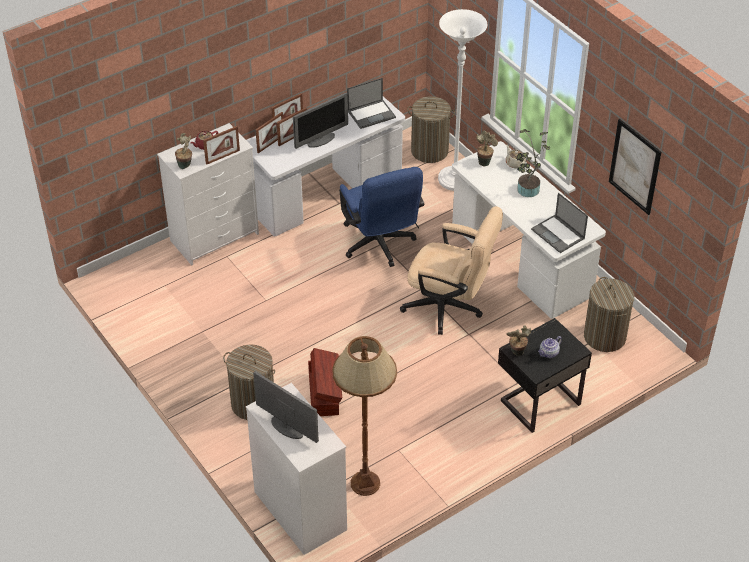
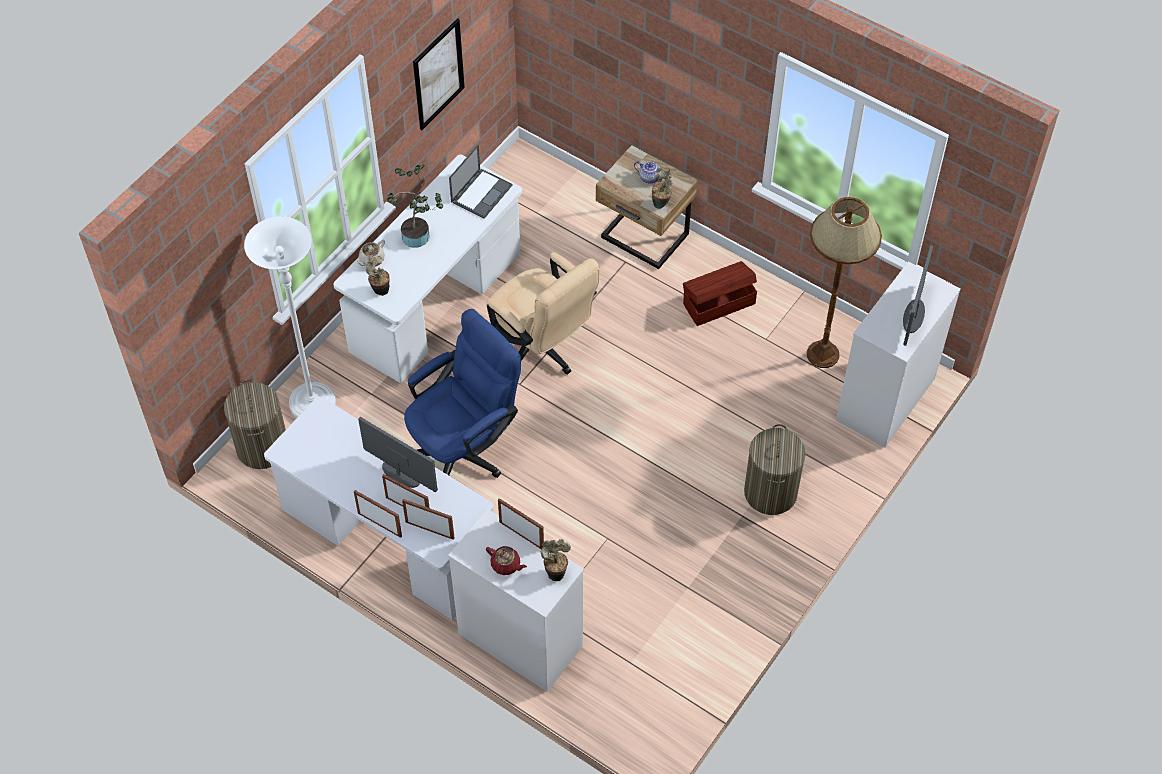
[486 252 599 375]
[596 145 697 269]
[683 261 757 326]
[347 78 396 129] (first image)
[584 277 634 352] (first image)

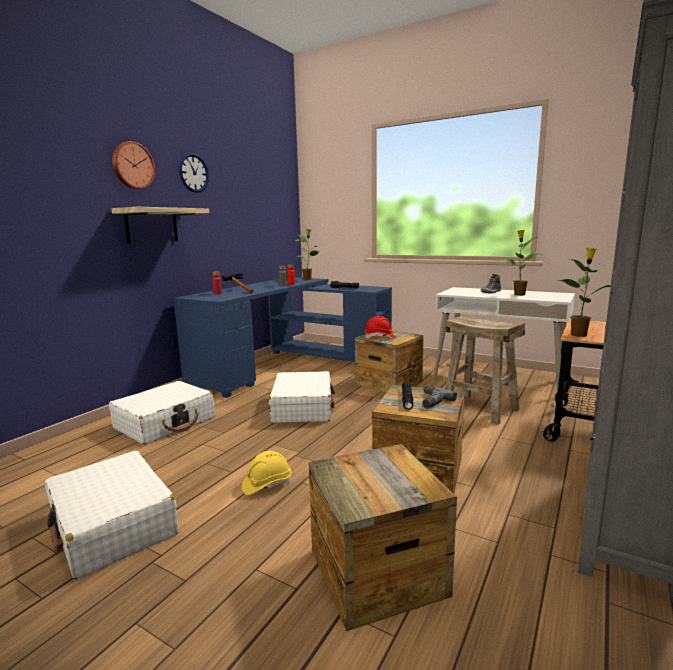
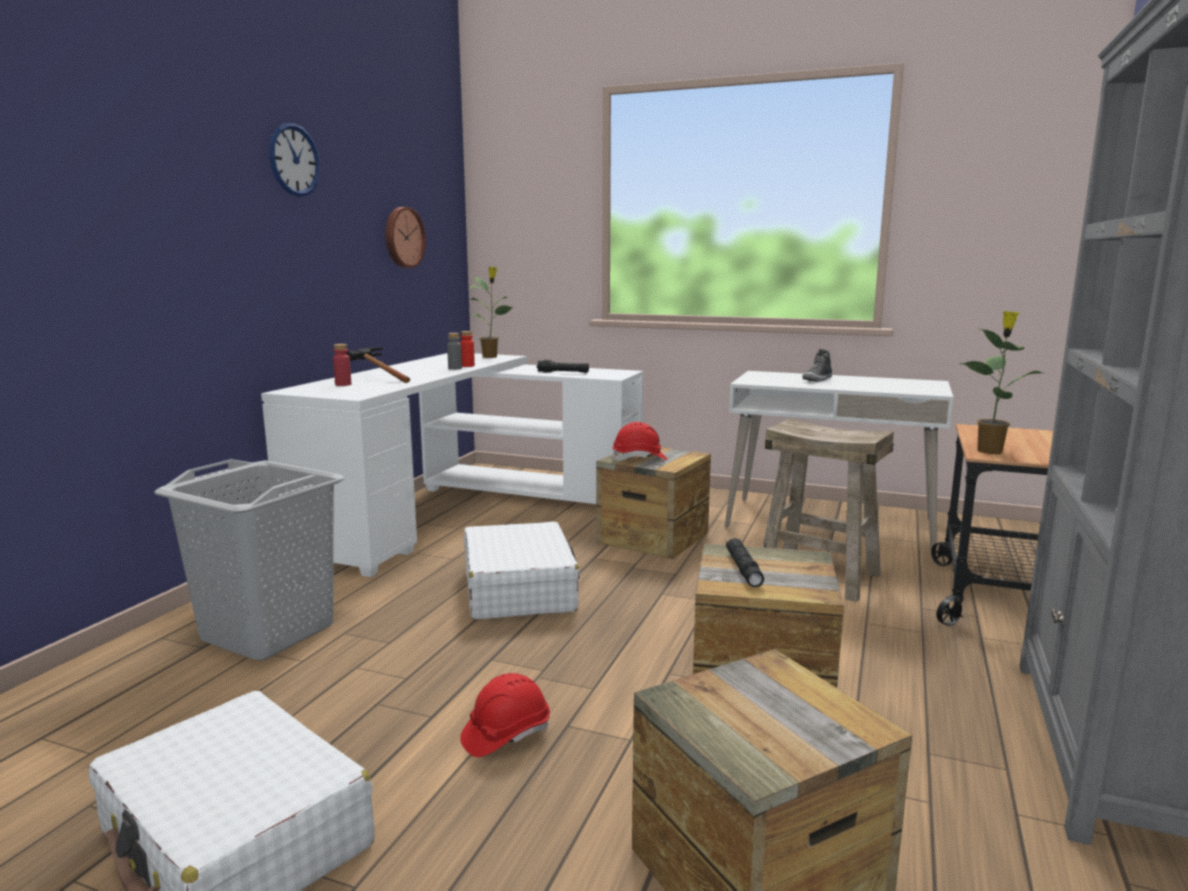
[154 459 345 661]
[261 353 644 577]
[386 207 426 268]
[460 673 550 757]
[111 207 209 244] (first image)
[422 386 457 409] (first image)
[499 230 543 296] (first image)

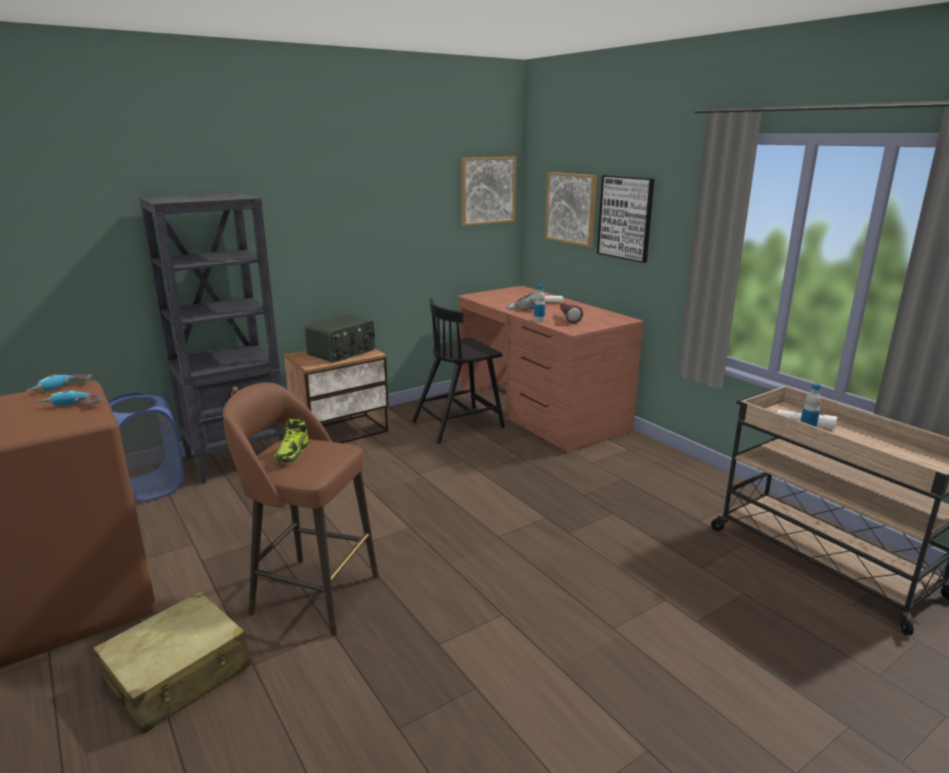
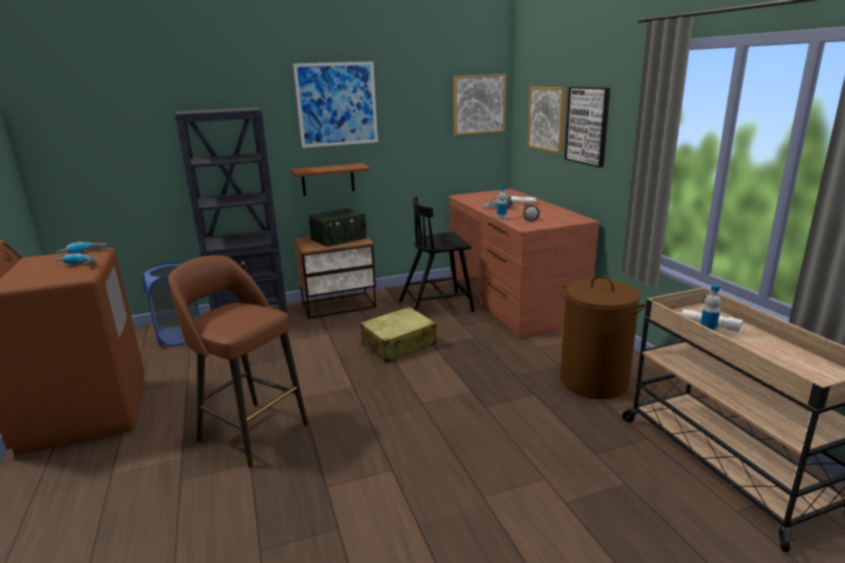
[290 163 370 196]
[293 61 378 148]
[360 307 437 363]
[560 275 646 399]
[274 419 309 464] (first image)

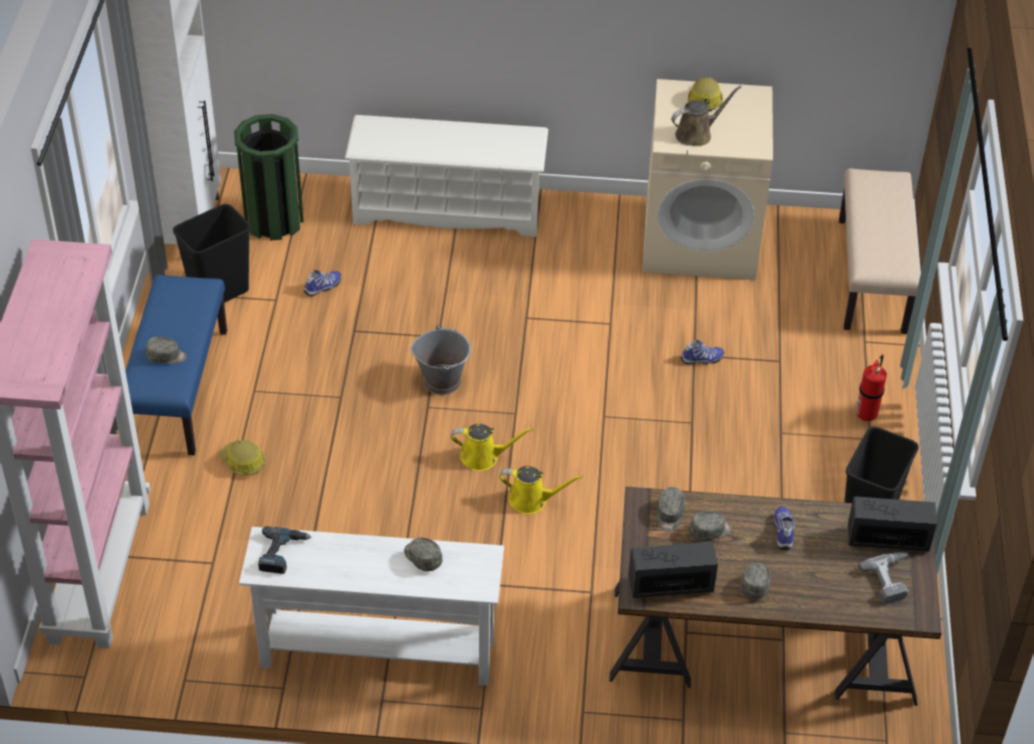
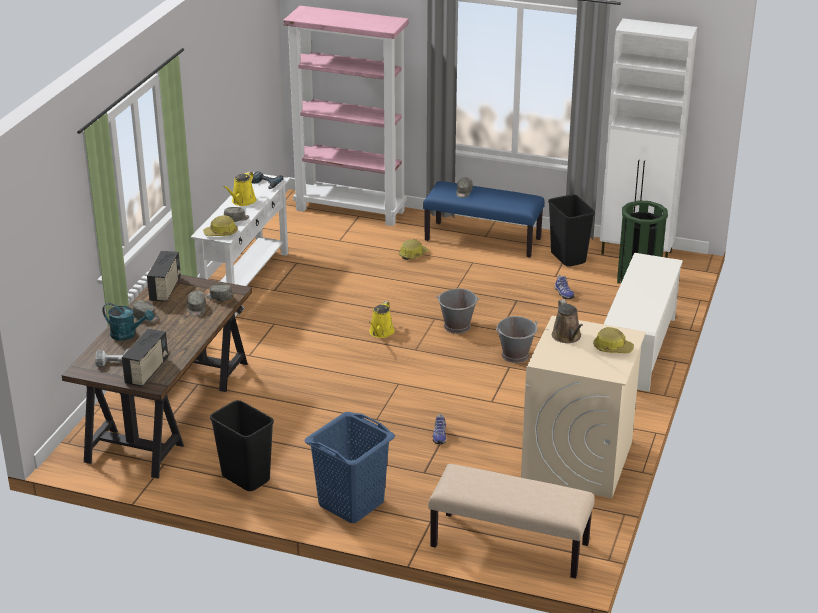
[102 303 154 341]
[203 215 238 236]
[223 172 256 206]
[304 412 395 523]
[496 316 538 363]
[774 506 795 550] (first image)

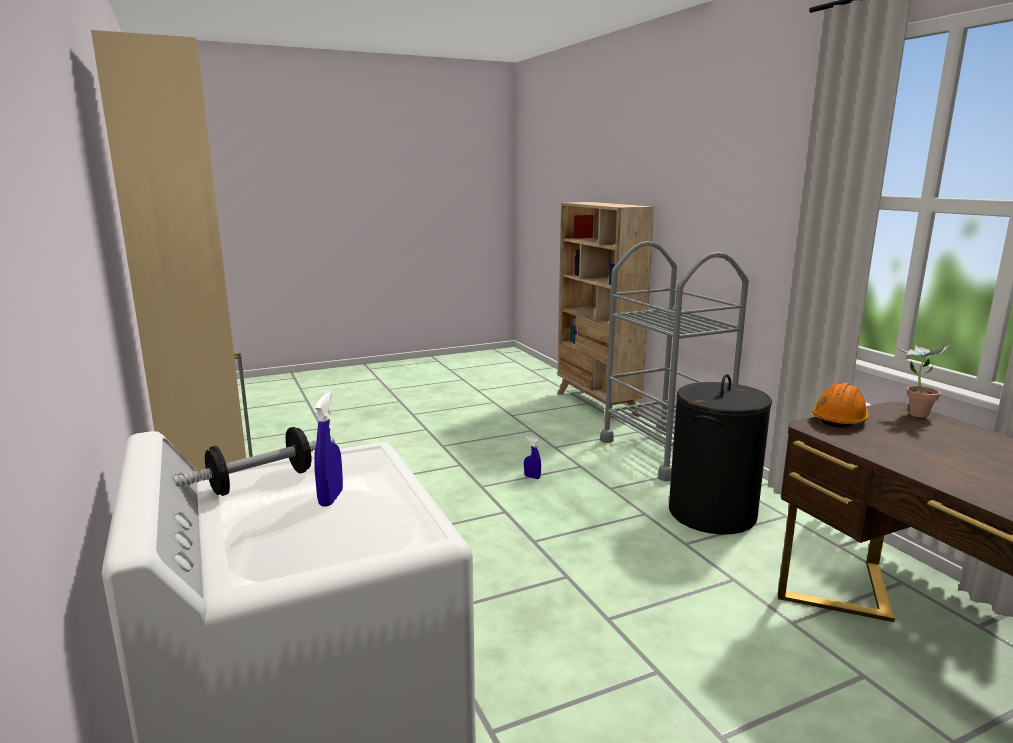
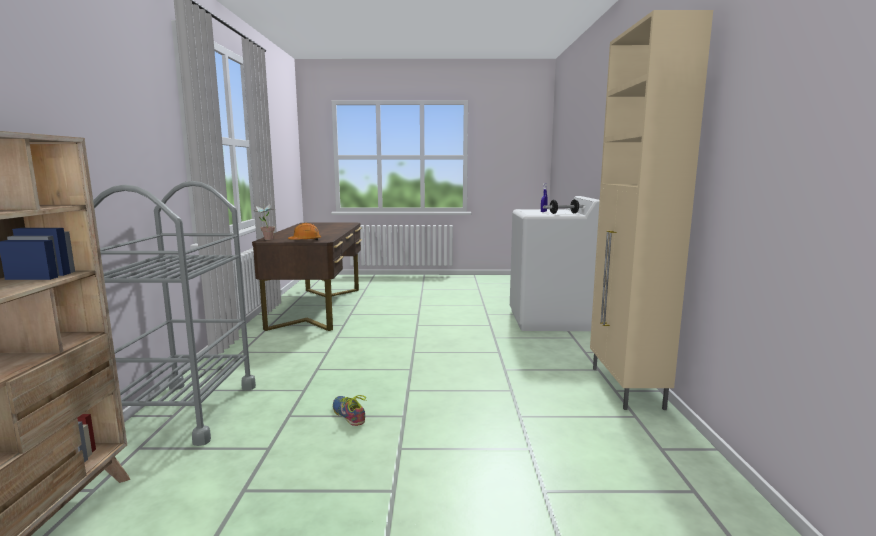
[333 395 366 426]
[669 374 772 535] (first image)

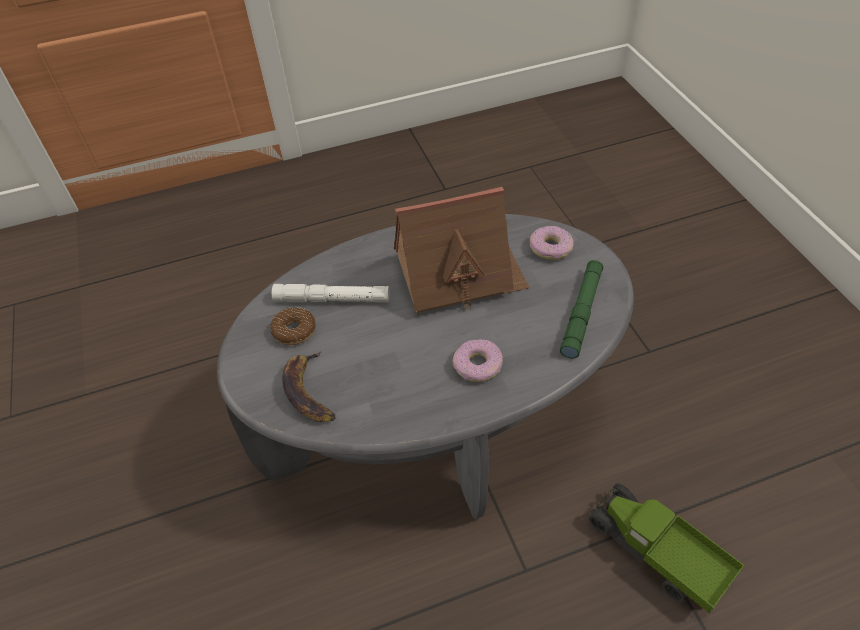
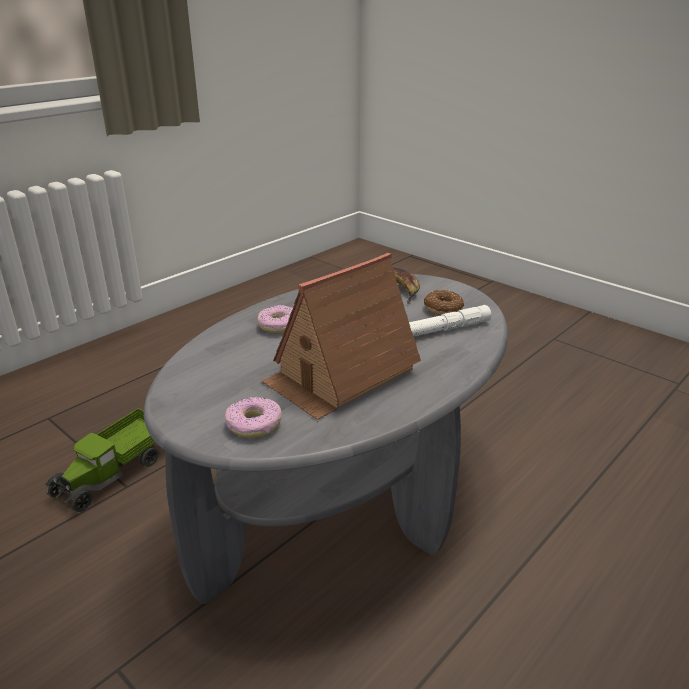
[46 408 159 512]
[560 260 603 359] (first image)

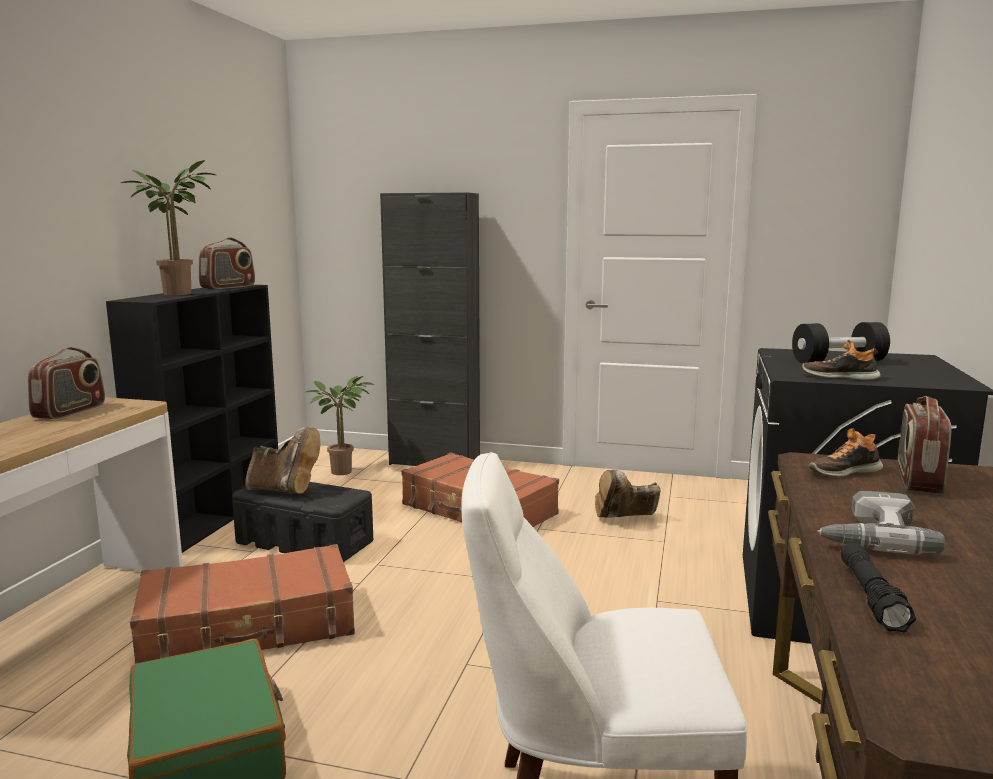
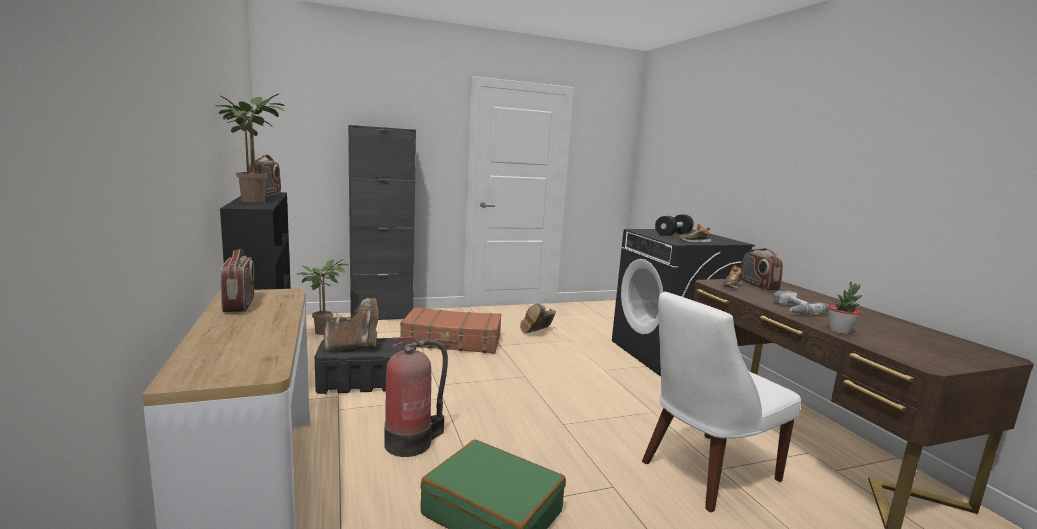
[384 336 448 457]
[829 282 863 334]

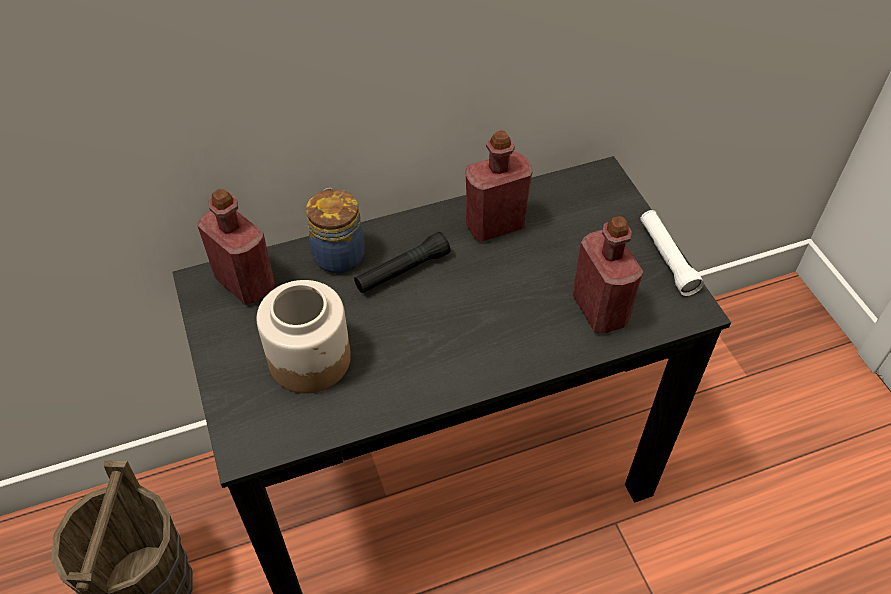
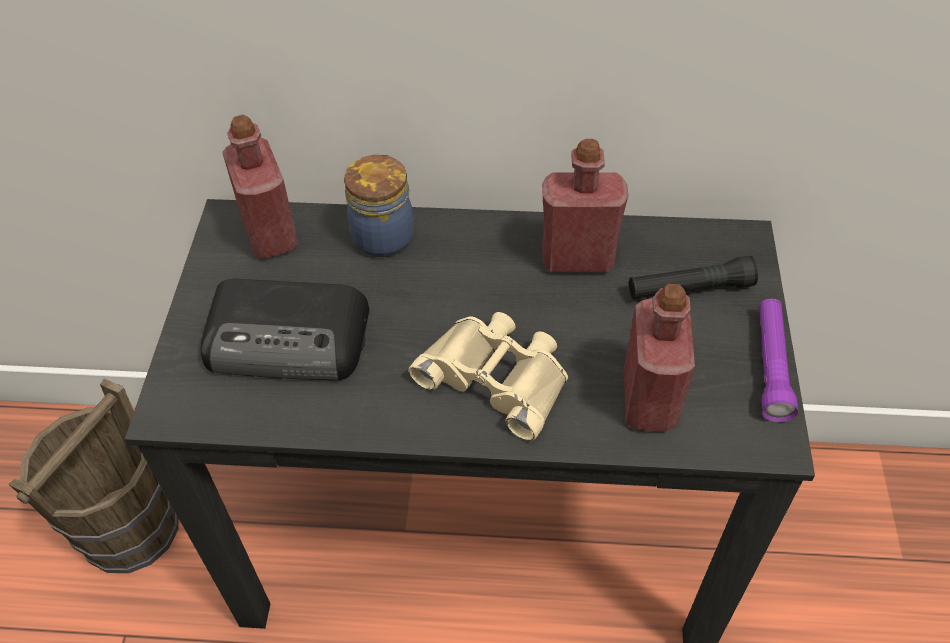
[201 279 370 380]
[409 312 568 441]
[629 256 758 299]
[759 299 798 422]

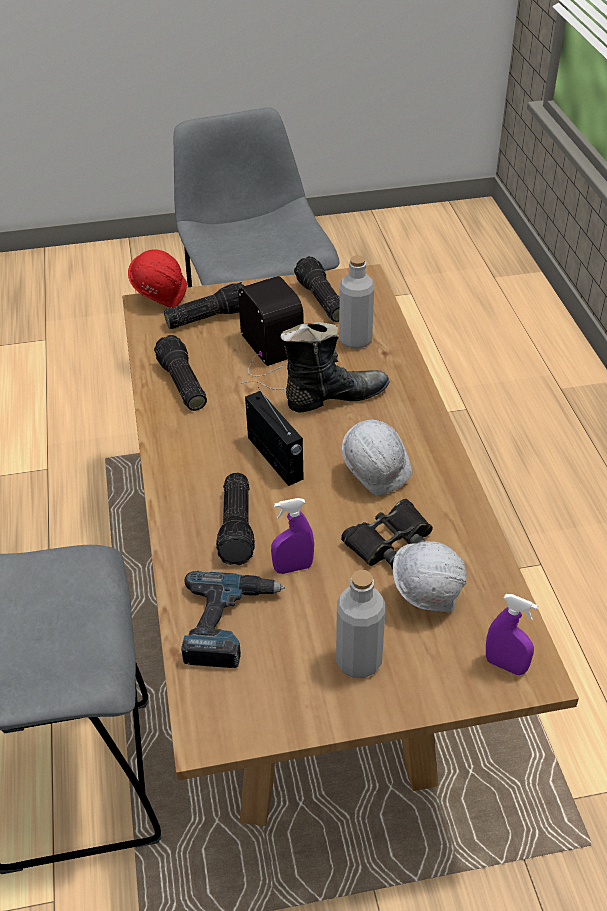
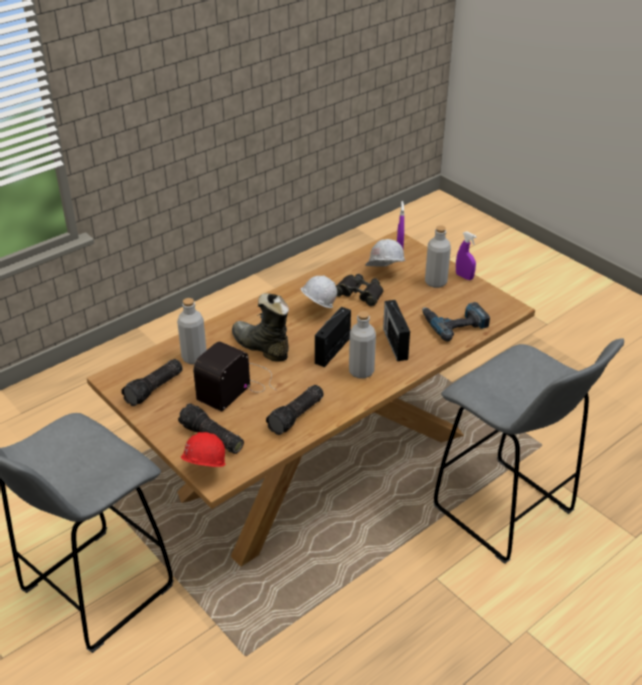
[349 311 376 379]
[383 300 410 361]
[456 231 477 280]

